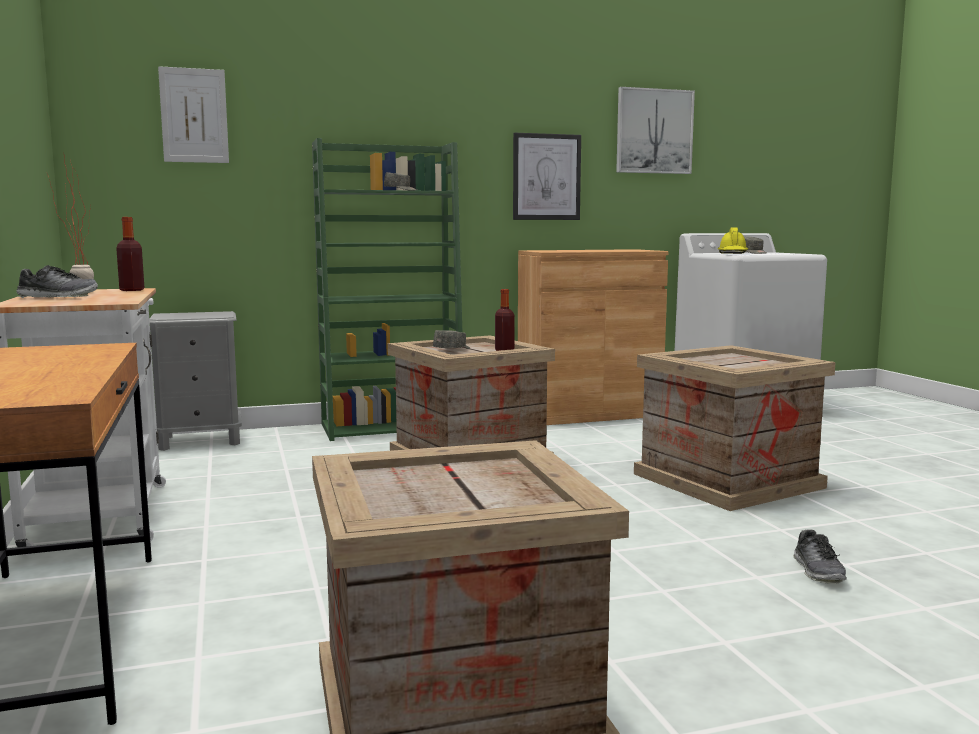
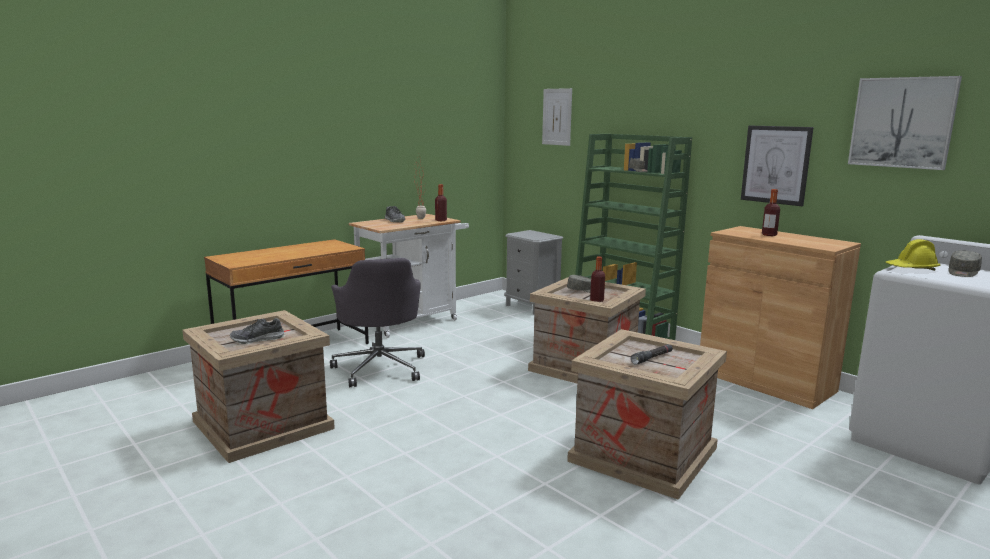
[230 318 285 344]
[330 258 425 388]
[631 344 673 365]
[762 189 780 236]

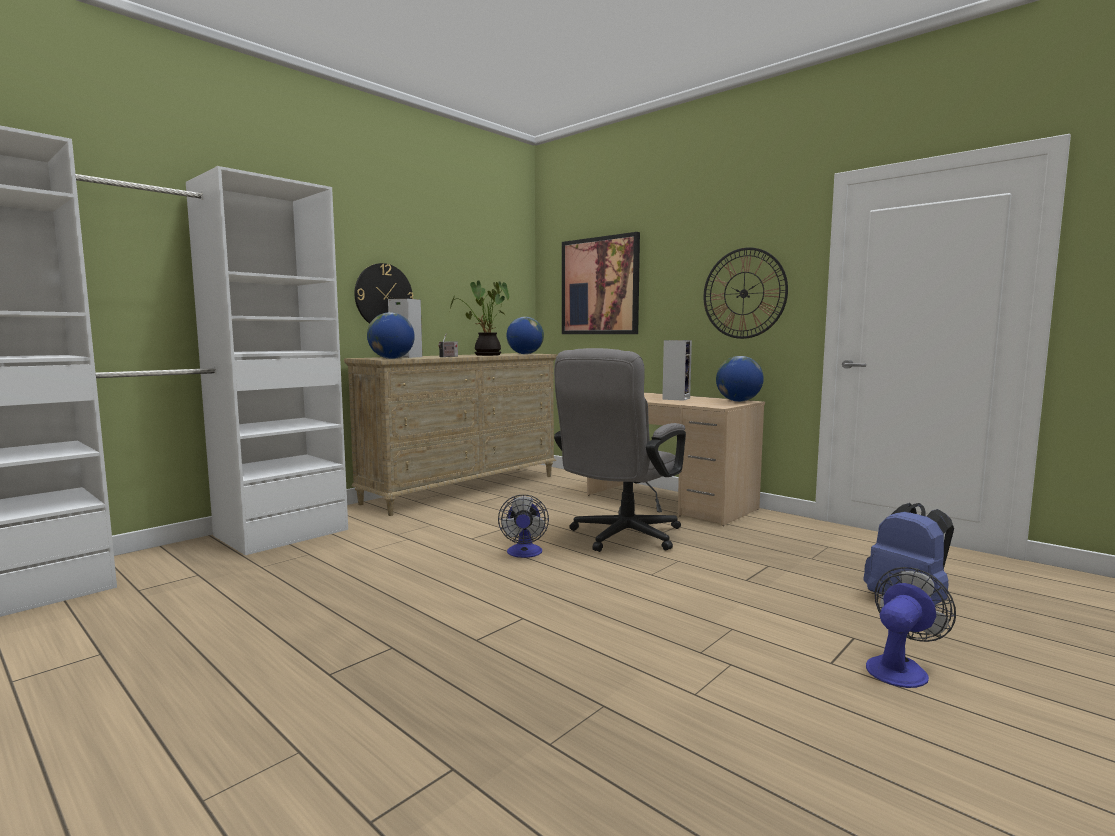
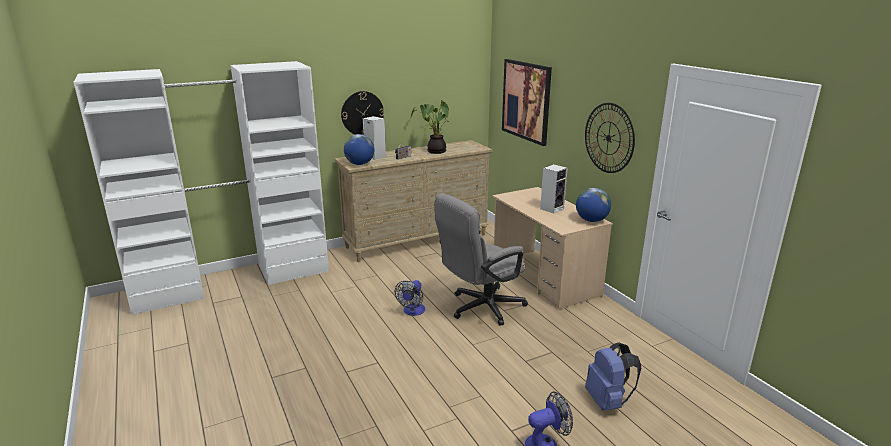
[506 317 544 354] (first image)

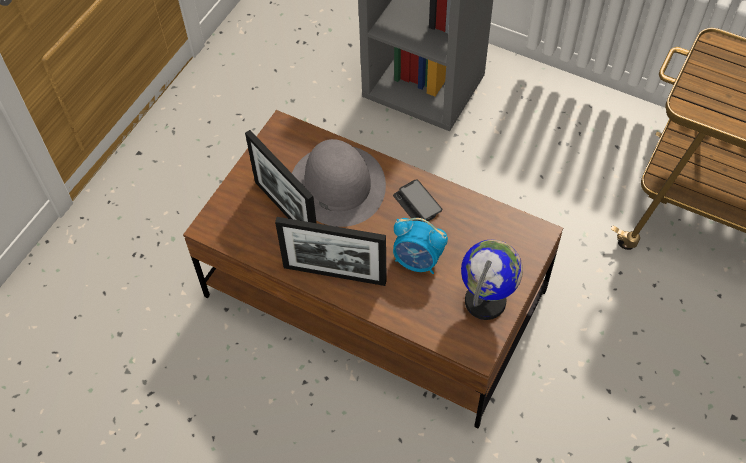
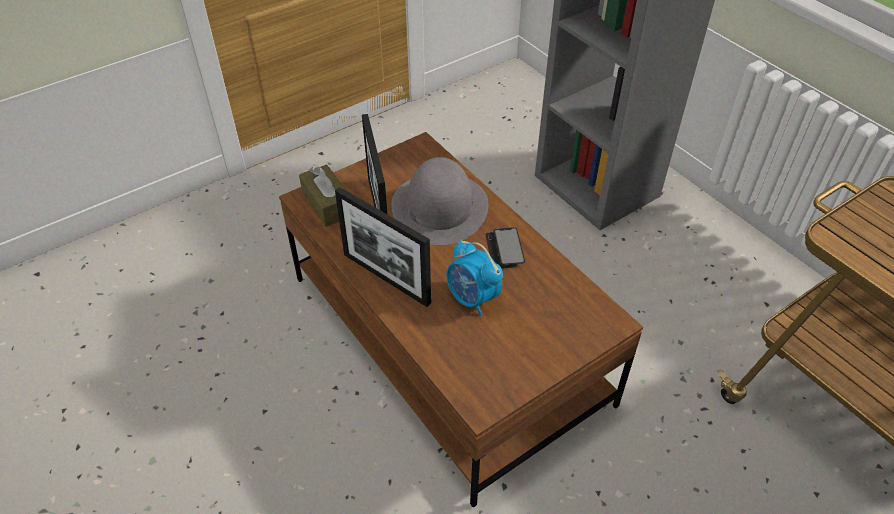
[299 164 346 227]
[461 239 523 320] (first image)

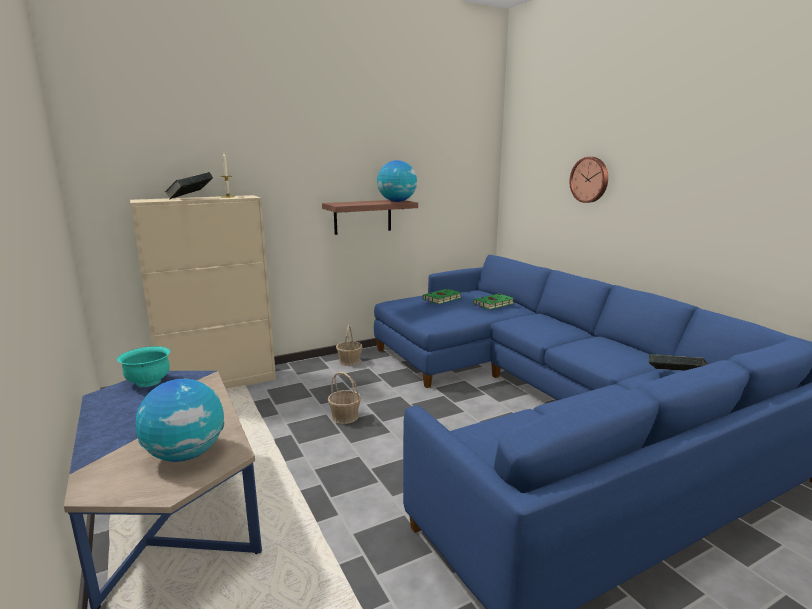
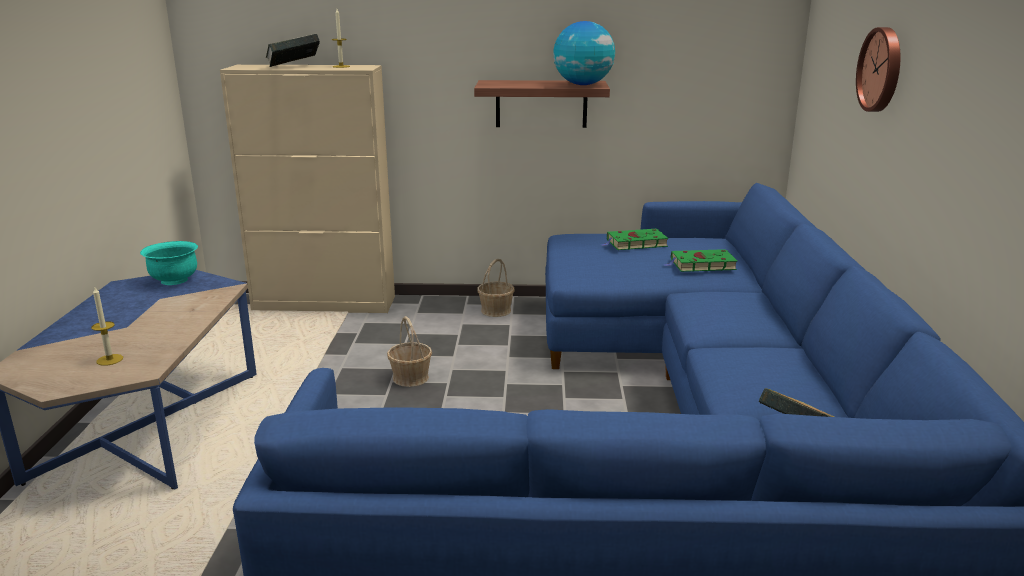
[91 287 123 366]

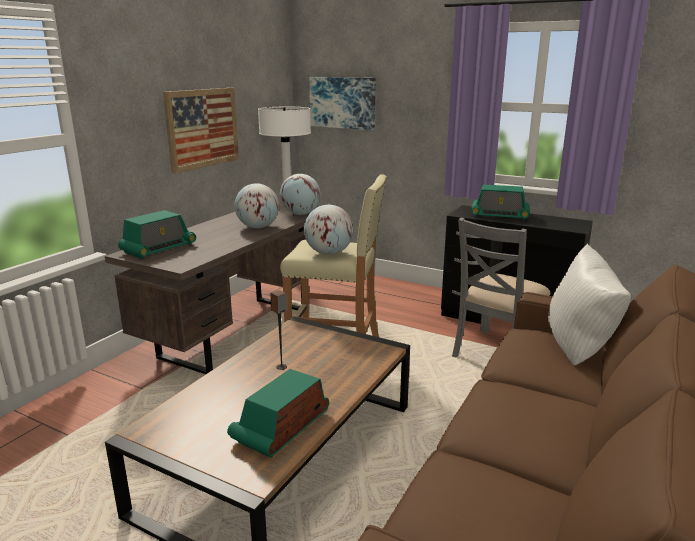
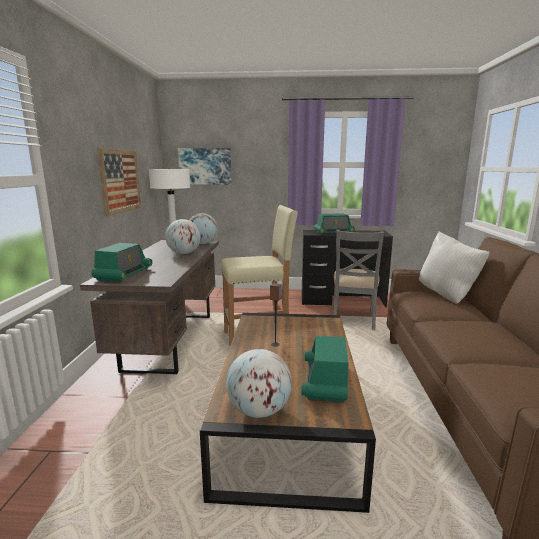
[226 349 292 418]

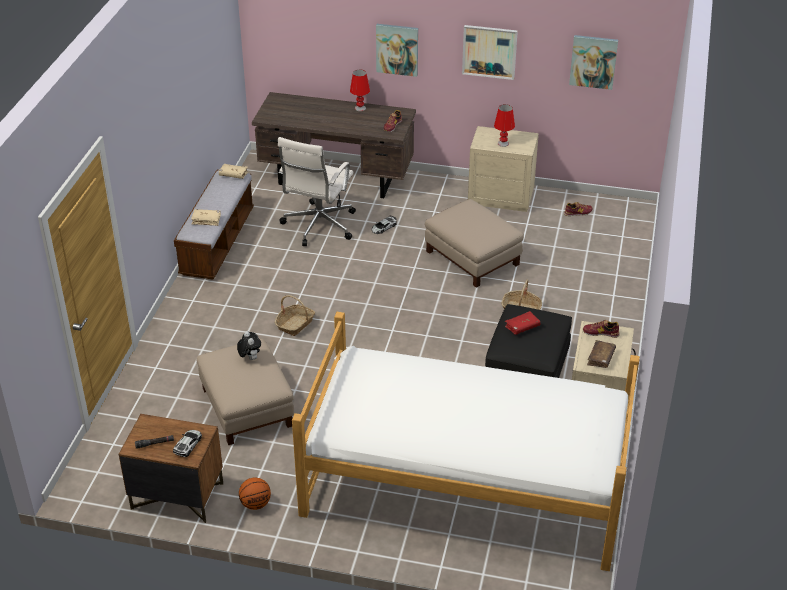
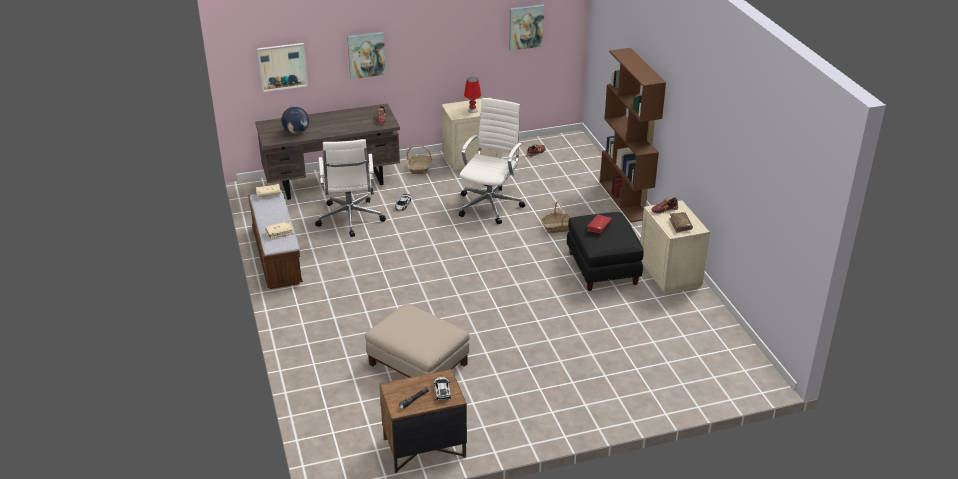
[257 43 308 92]
[281 107 309 134]
[407 145 432 174]
[459 98 525 224]
[600 48 666 222]
[237 331 261 360] (first image)
[239 478 271 510] (first image)
[292 312 640 571] (first image)
[350 70 370 111] (first image)

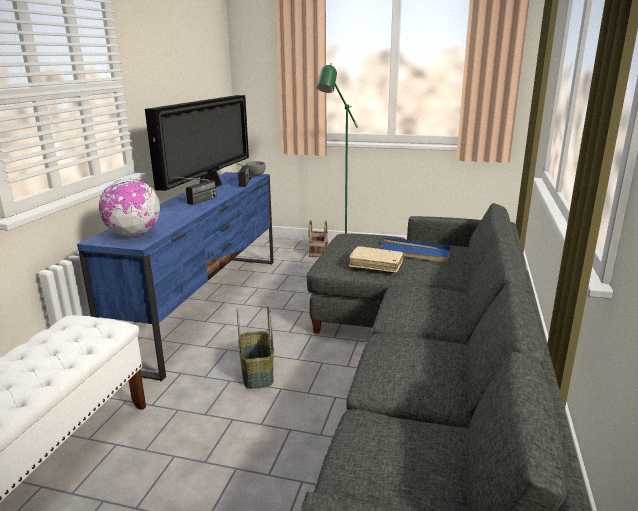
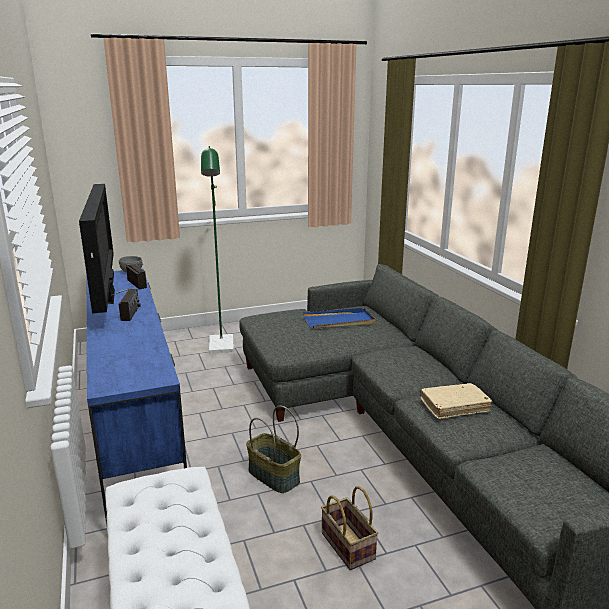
[321 486 378 570]
[420 383 492 419]
[99 179 160 237] (first image)

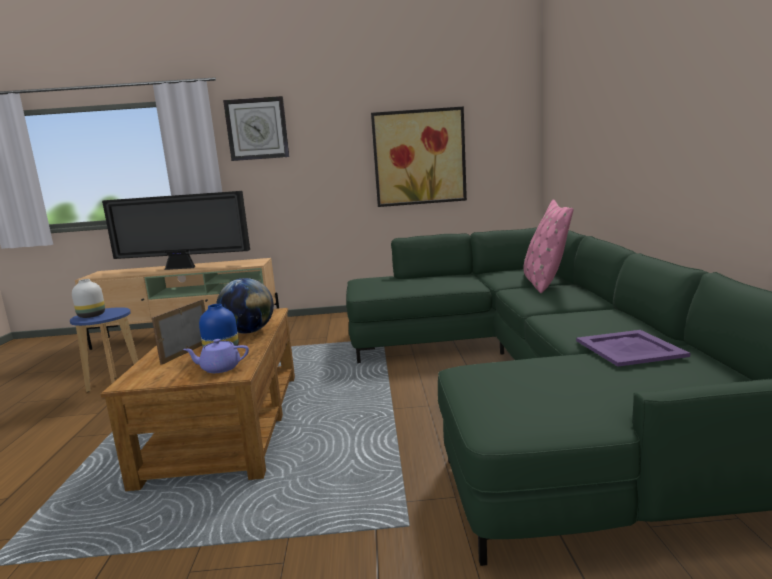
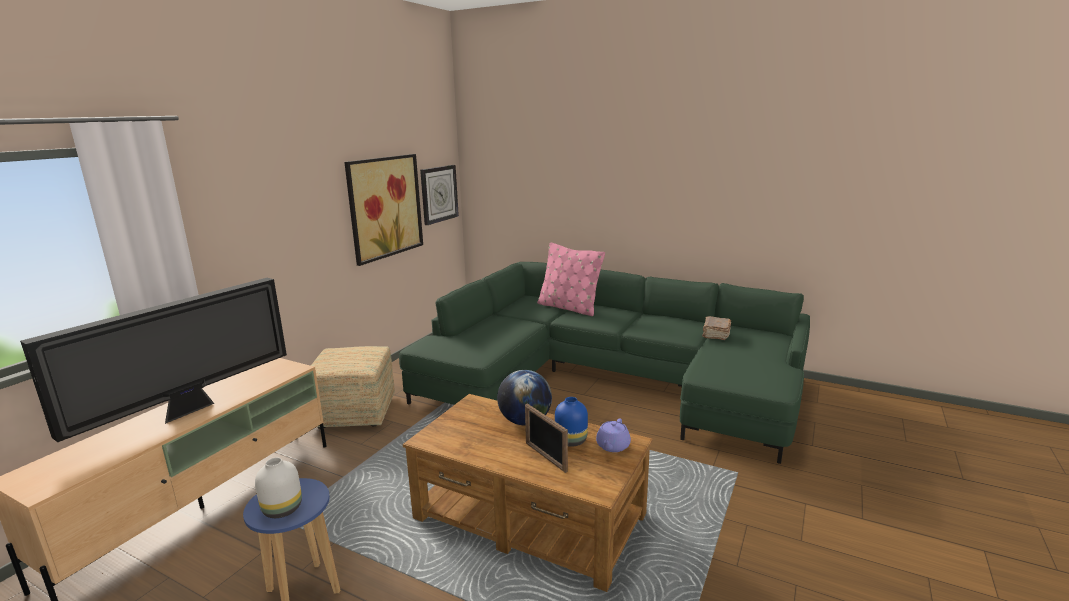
[311 346 395 429]
[420 165 459 225]
[702 316 731 340]

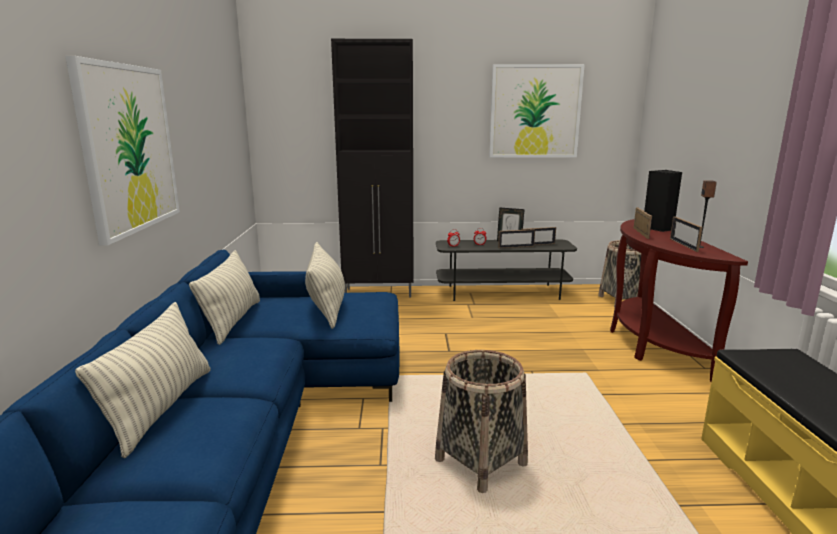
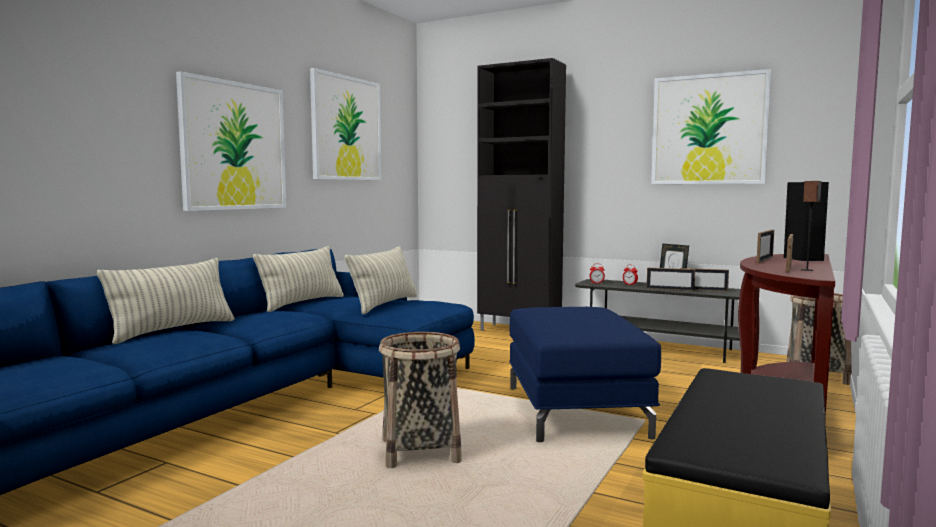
[310 68 381 180]
[509 307 661 442]

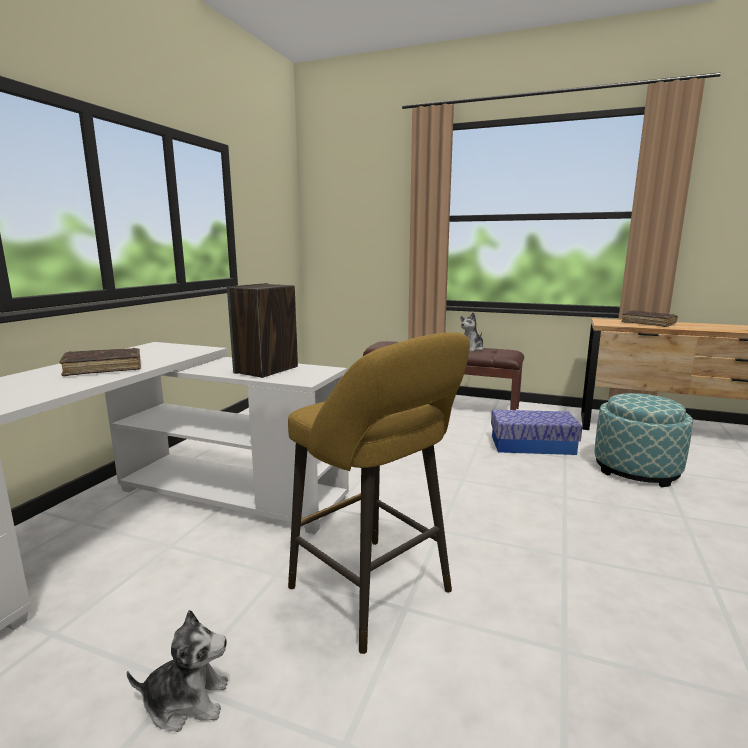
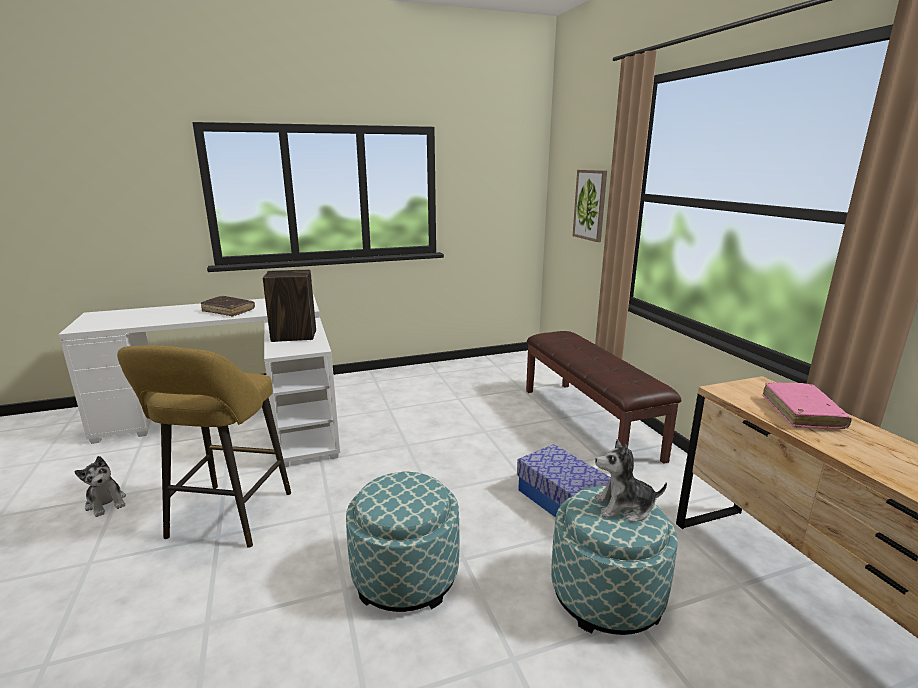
[346 472 460 612]
[573 170 607 242]
[595 439 667 522]
[762 383 852 429]

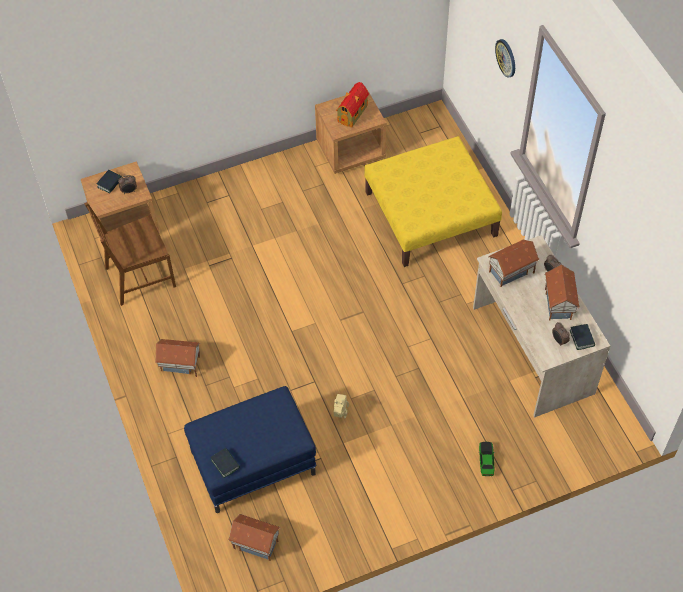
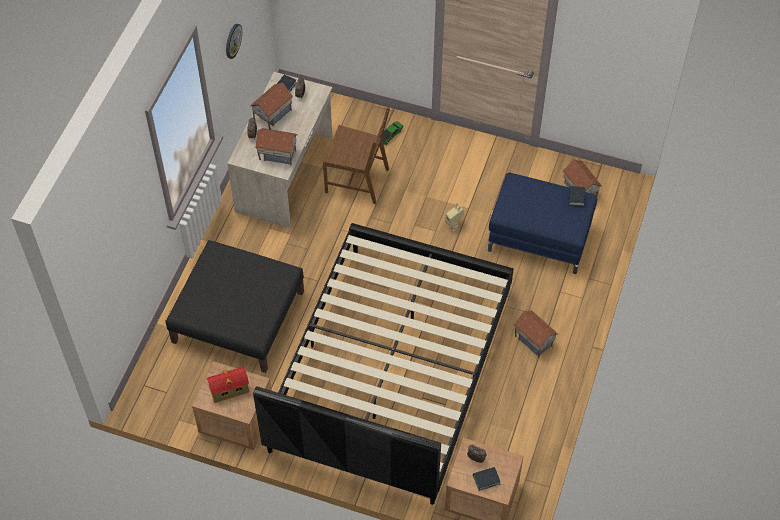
[165 240 304 373]
[226 24 242 59]
[253 223 514 505]
[323 107 390 204]

